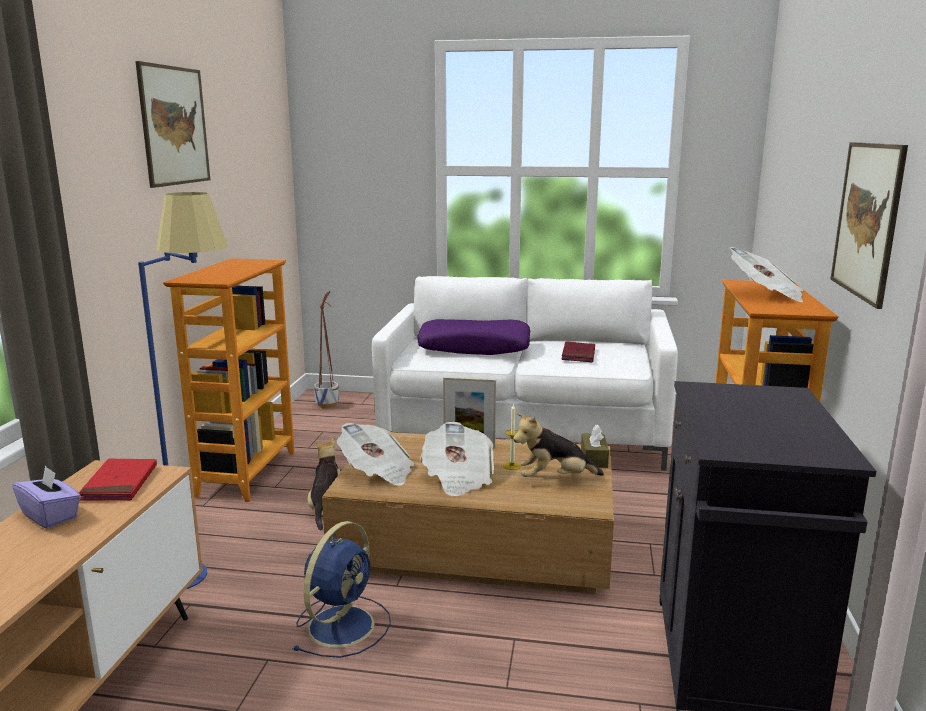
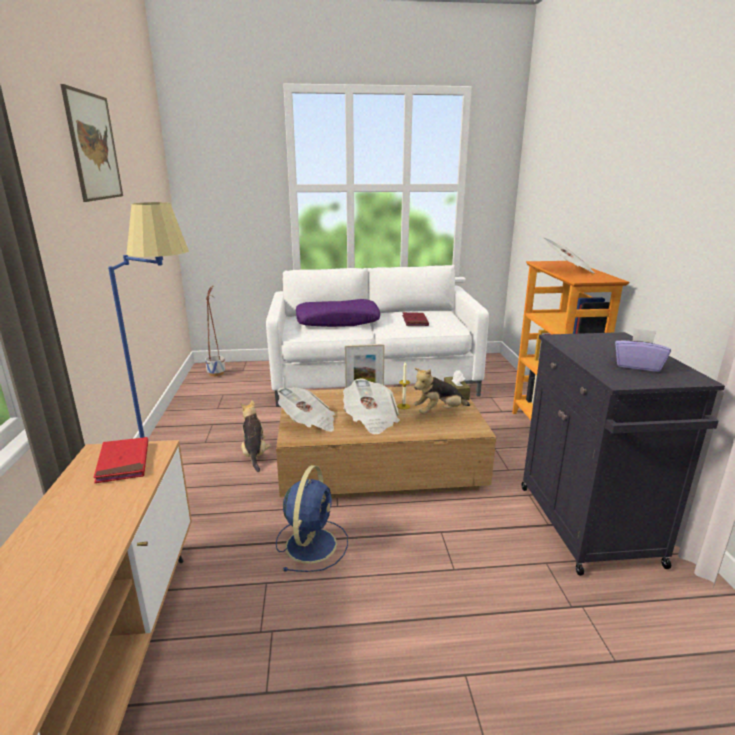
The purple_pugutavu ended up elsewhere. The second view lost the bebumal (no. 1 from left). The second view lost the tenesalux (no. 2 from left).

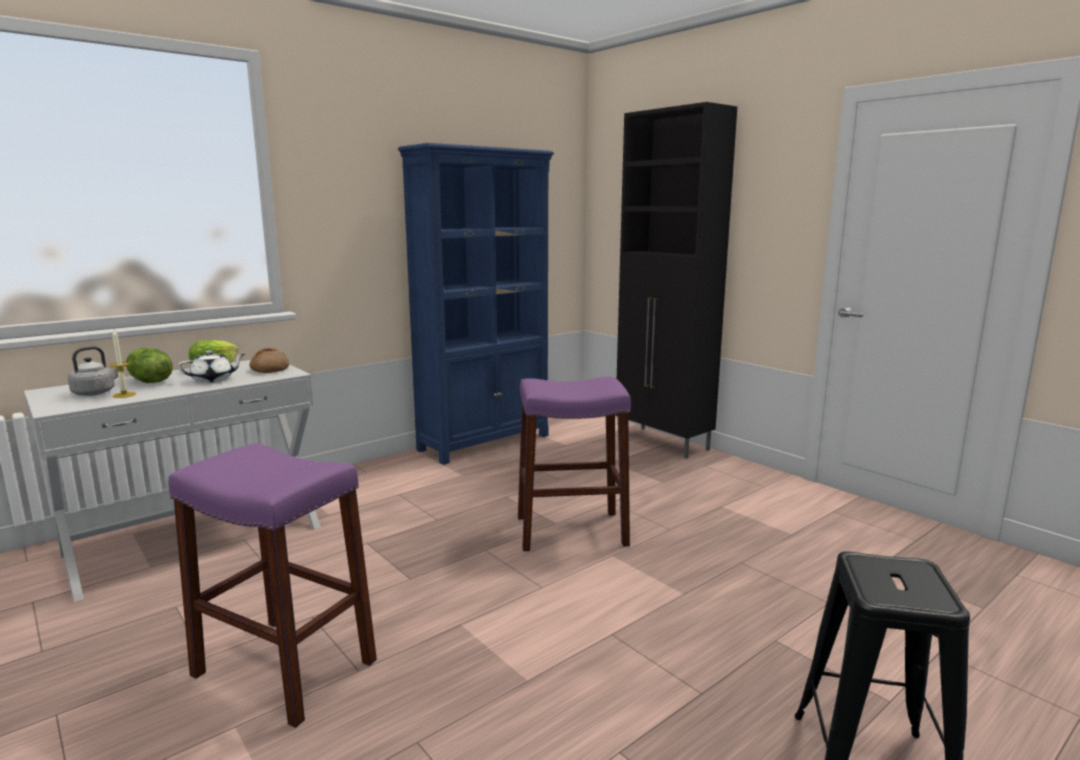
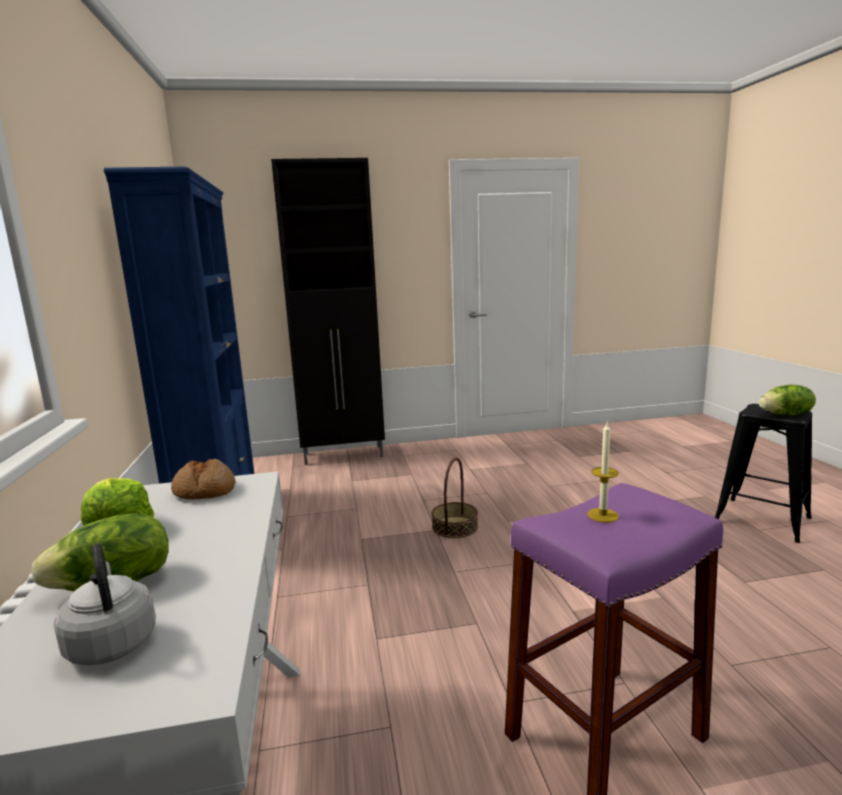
Where the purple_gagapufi (no. 2 from left) stood, the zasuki came to stand. The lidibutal ended up elsewhere. The second view gained the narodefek (no. 3 from left). The second view lost the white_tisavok.

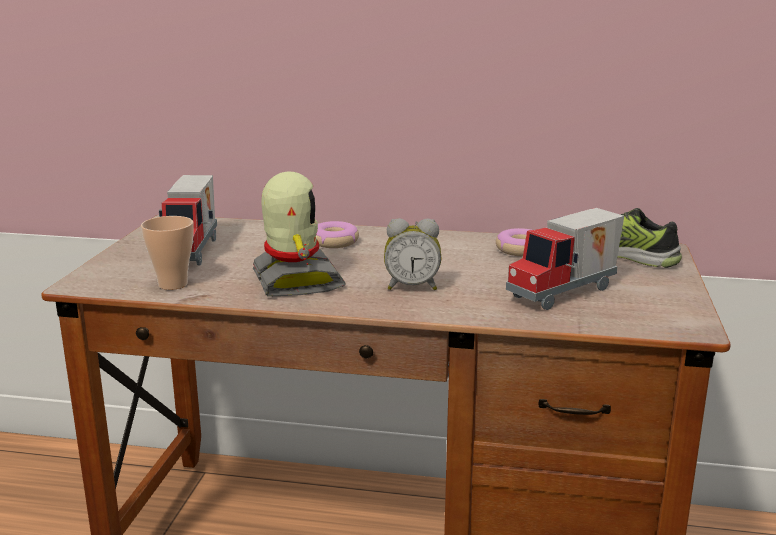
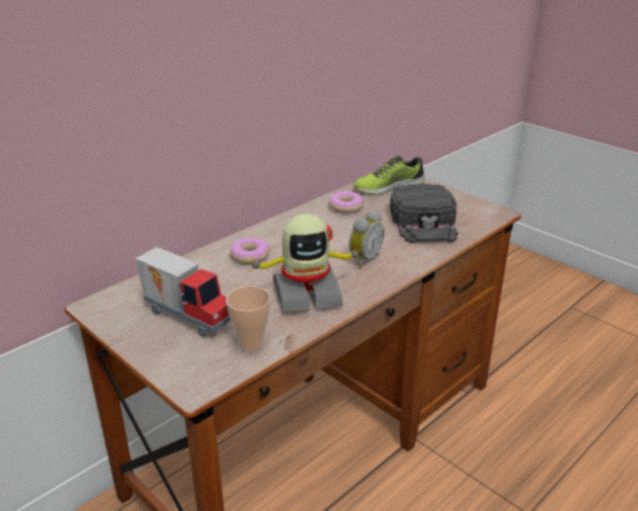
The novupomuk ended up facing another way, 150 degrees clockwise from before. Where the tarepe (no. 2 from left) stood, the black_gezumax came to stand.

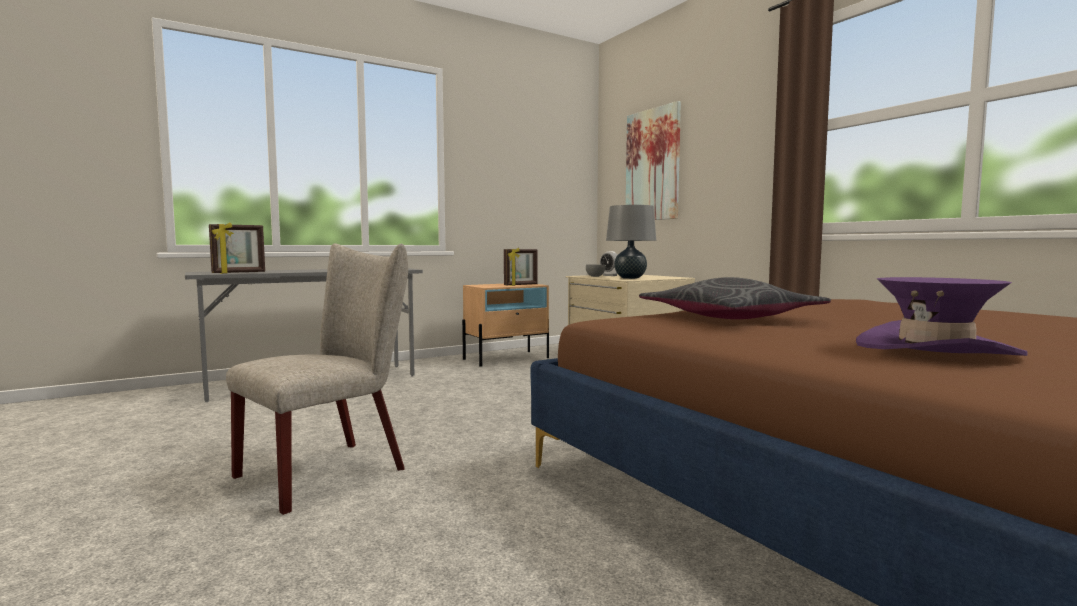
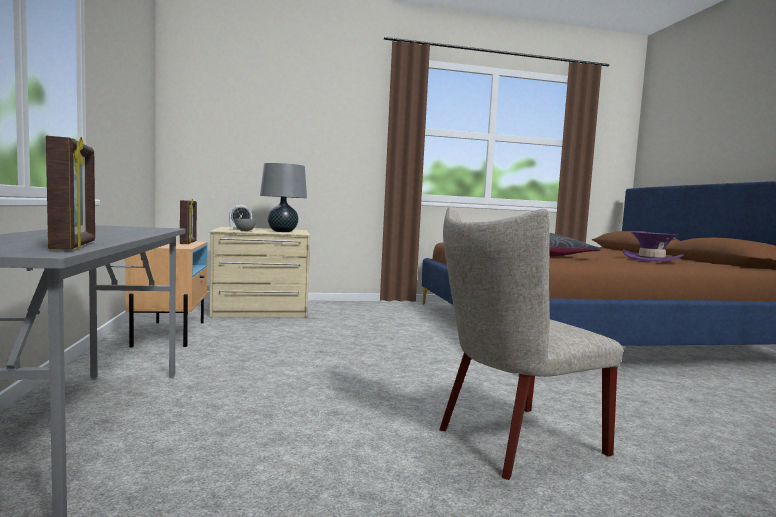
The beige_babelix ended up facing another way, 90 degrees counterclockwise from before. The second view lost the tenesalux.

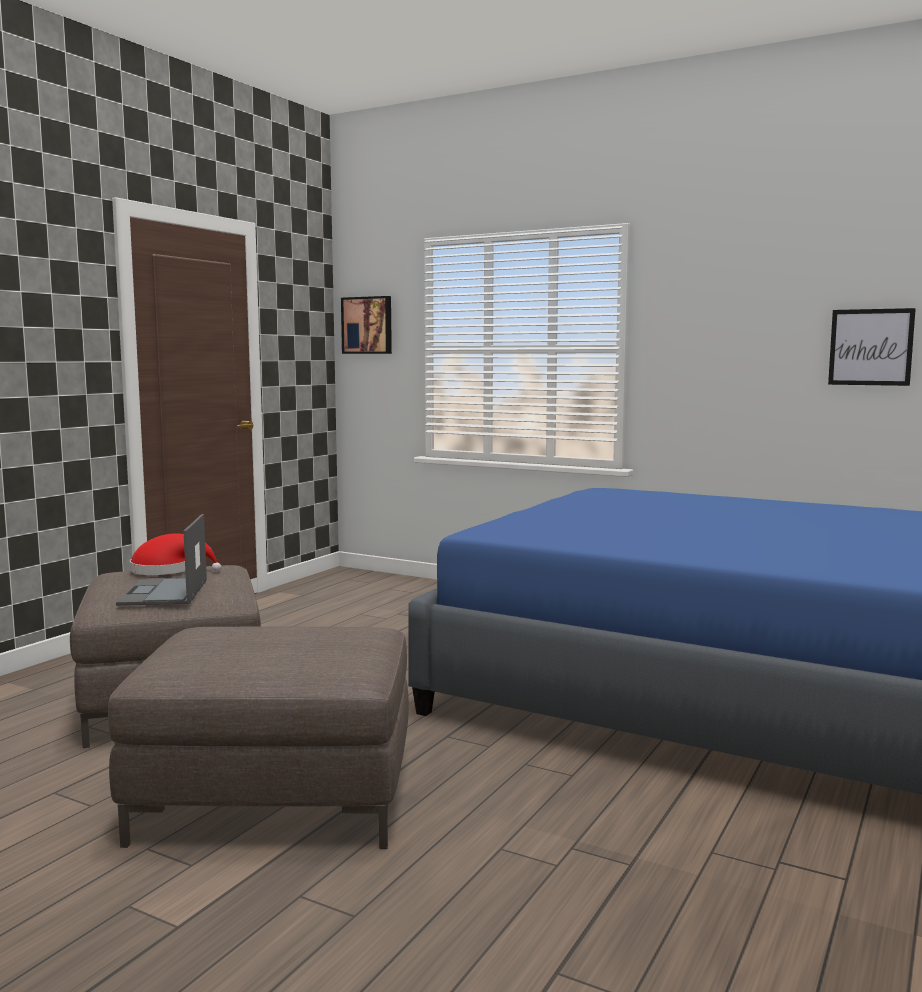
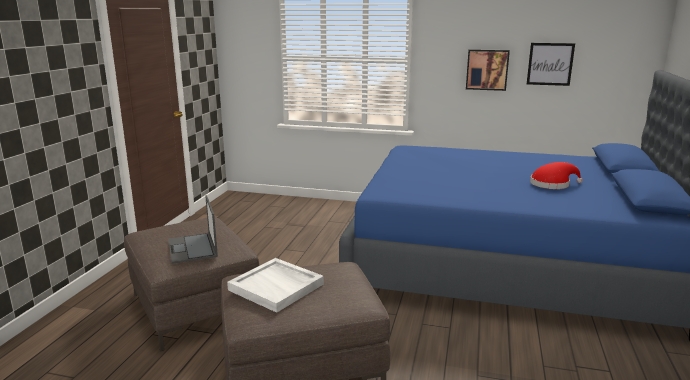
The second view gained the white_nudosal. The tenesalux (no. 1 from left) ended up elsewhere. The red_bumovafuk ended up elsewhere.

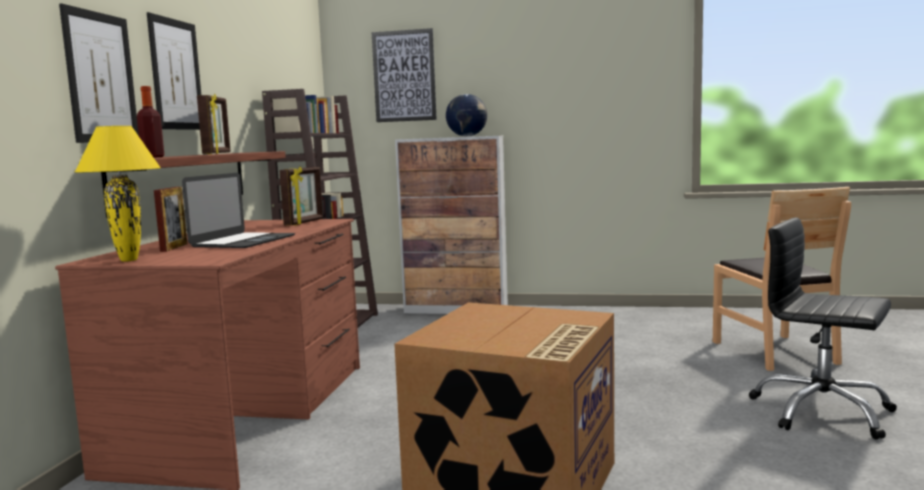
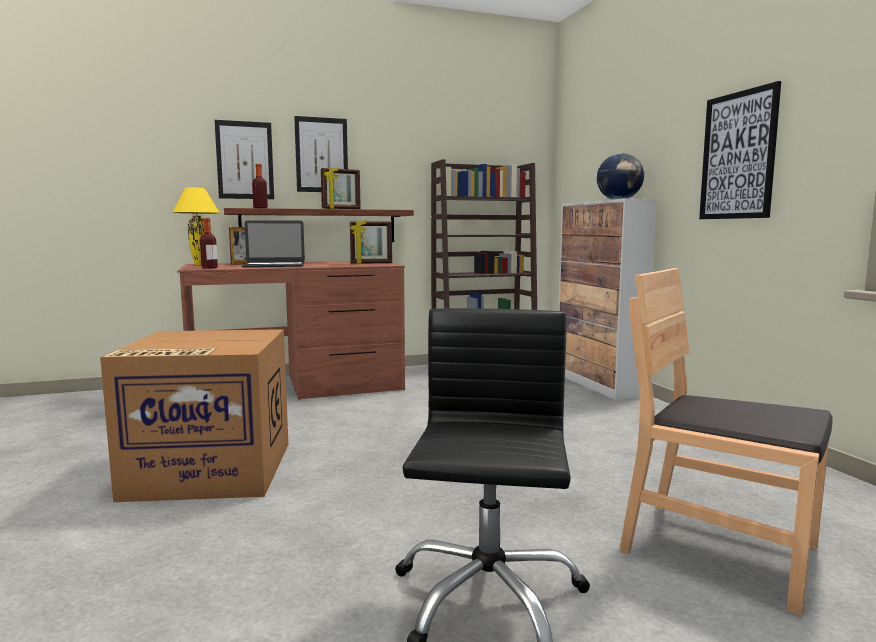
The second view gained the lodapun (no. 1 from left). The brown_babelix ended up facing another way, 75 degrees clockwise from before. The tenesalux (no. 3 from left) ended up elsewhere.

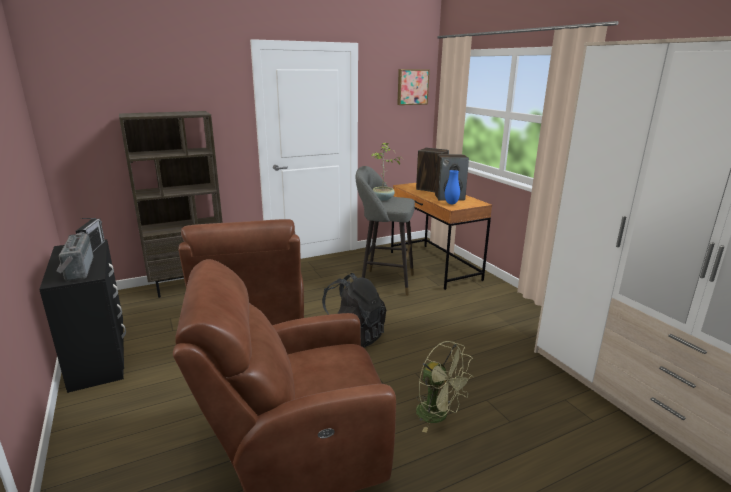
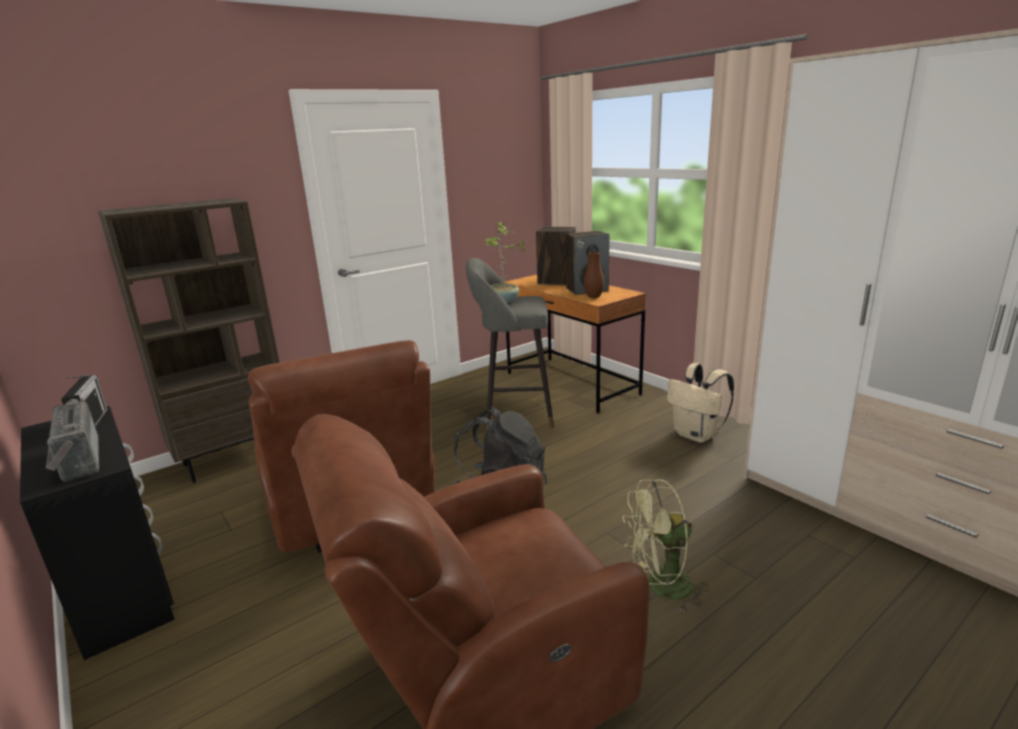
What was the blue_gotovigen turned into the brown_gotovigen. The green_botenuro ended up facing another way, 135 degrees clockwise from before. The second view gained the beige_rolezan. The second view lost the tenesalux.

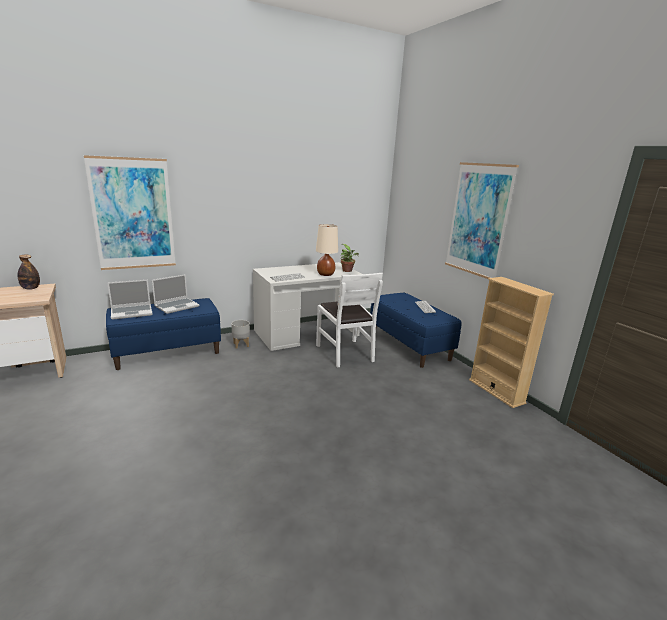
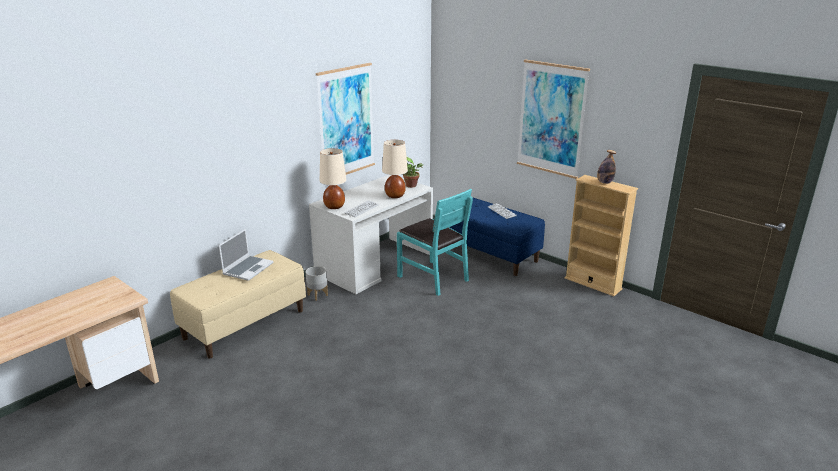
What was the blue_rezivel (no. 1 from left) turned into the beige_rezivel. The tenesalux (no. 1 from left) ended up elsewhere. The second view gained the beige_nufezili (no. 1 from left). What was the white_babelix turned into the turquoise_babelix. The lodapun ended up elsewhere. The second view lost the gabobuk (no. 1 from left).

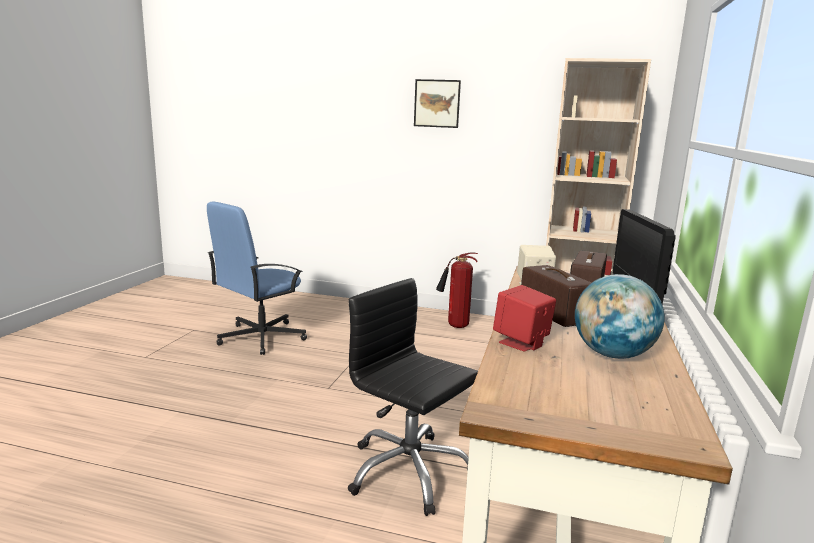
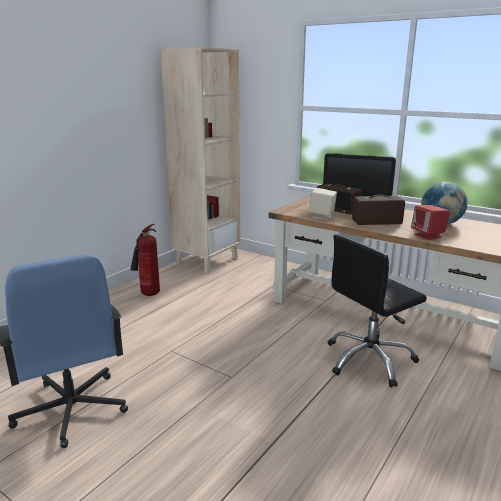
The second view lost the tenesalux.

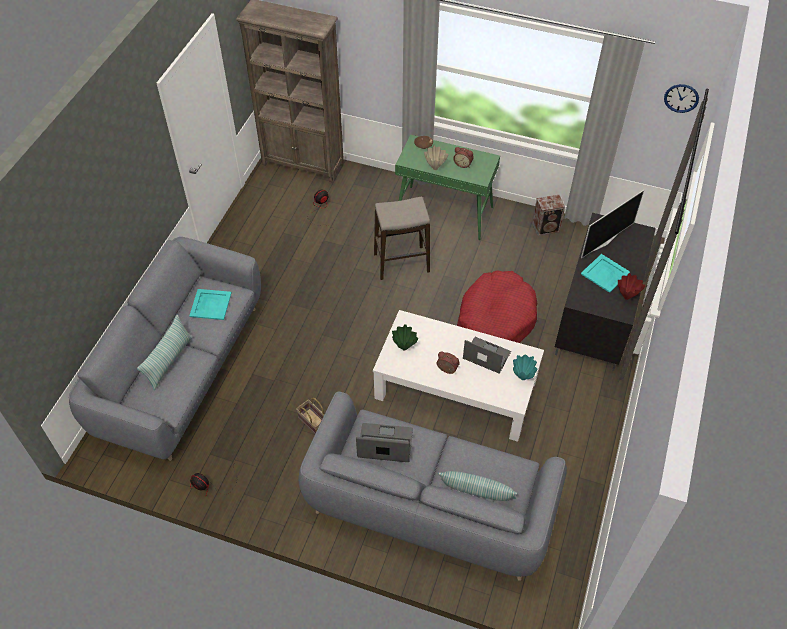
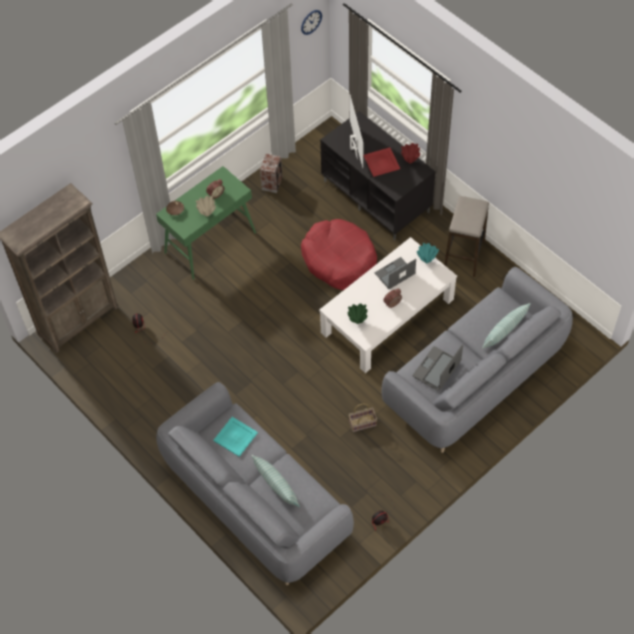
What was the turquoise_nudosal (no. 2 from left) turned into the red_nudosal. The gagapufi ended up elsewhere.

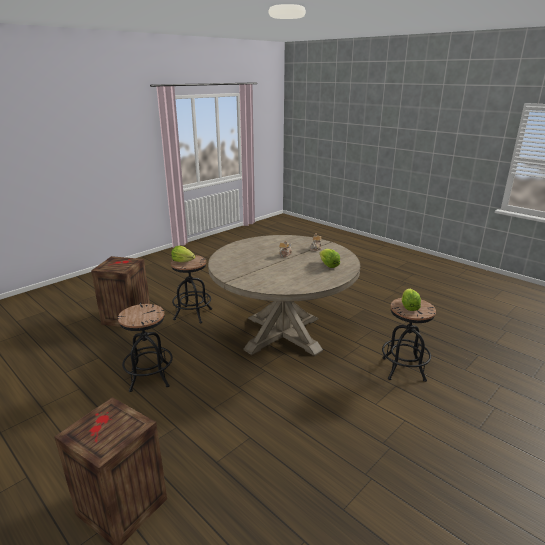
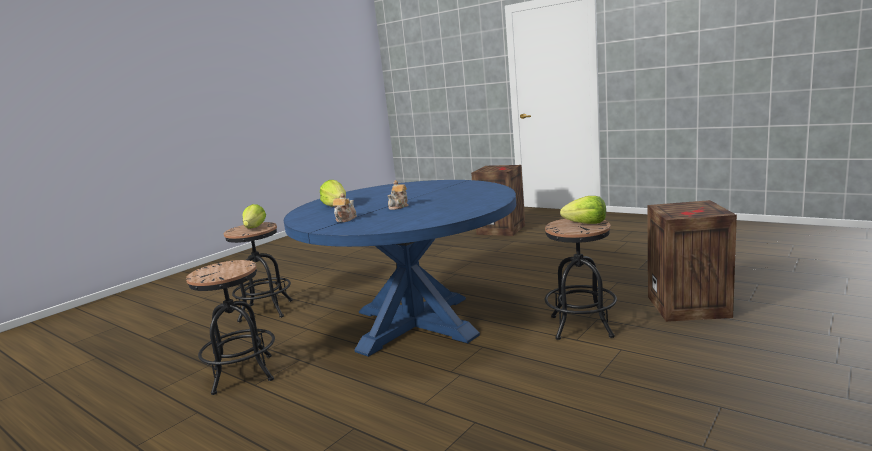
The black_gagapufi (no. 1 from left) ended up elsewhere. What was the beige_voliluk turned into the blue_voliluk.

